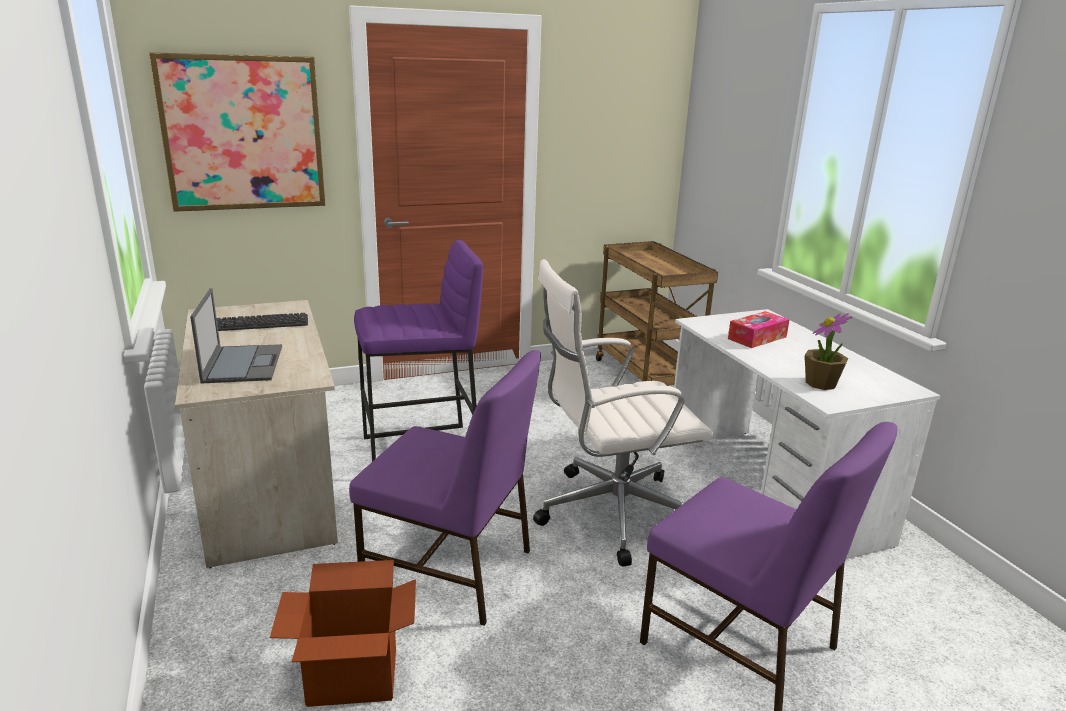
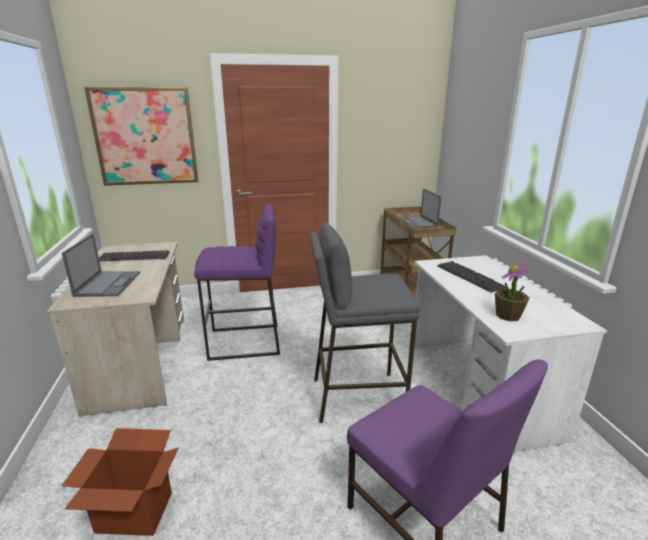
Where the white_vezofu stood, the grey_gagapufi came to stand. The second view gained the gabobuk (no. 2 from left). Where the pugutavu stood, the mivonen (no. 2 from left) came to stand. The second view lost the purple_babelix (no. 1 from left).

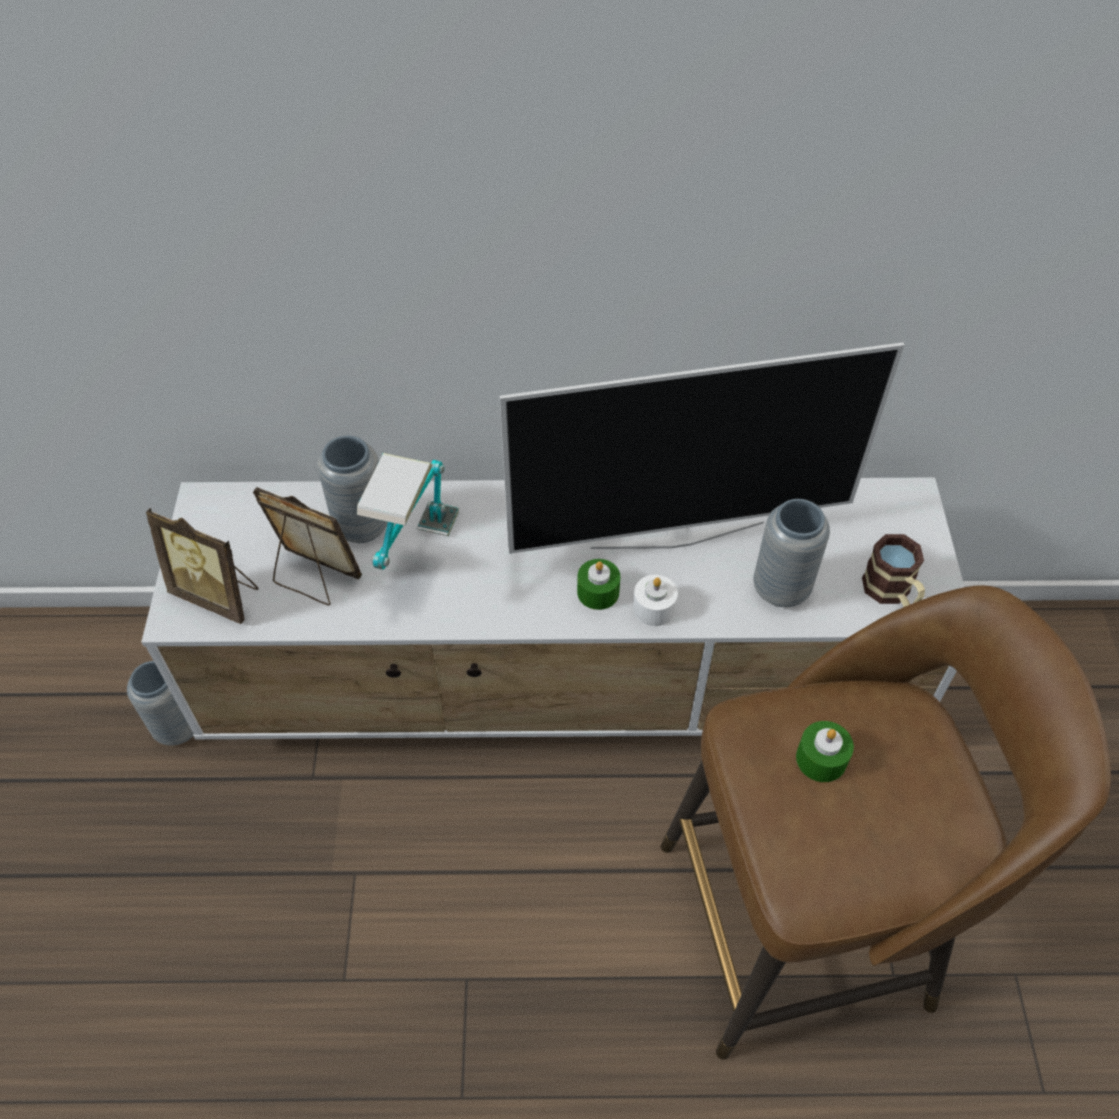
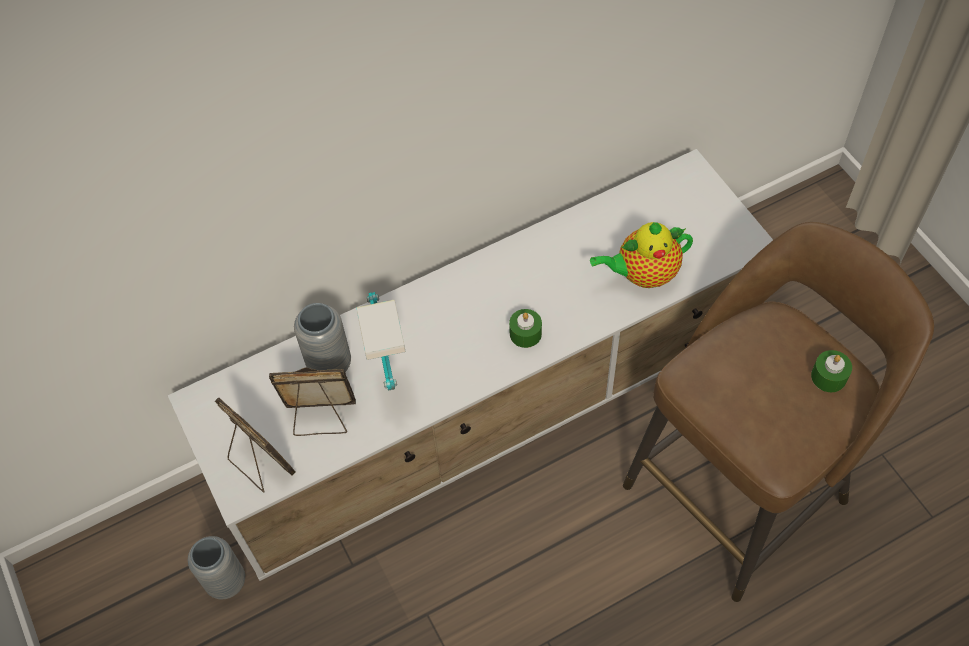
The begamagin (no. 1 from left) ended up facing another way, 135 degrees counterclockwise from before. Where the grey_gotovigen (no. 3 from left) stood, the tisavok came to stand. The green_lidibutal (no. 2 from left) ended up elsewhere. The second view lost the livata. The second view lost the white_lidibutal. The second view lost the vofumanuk.

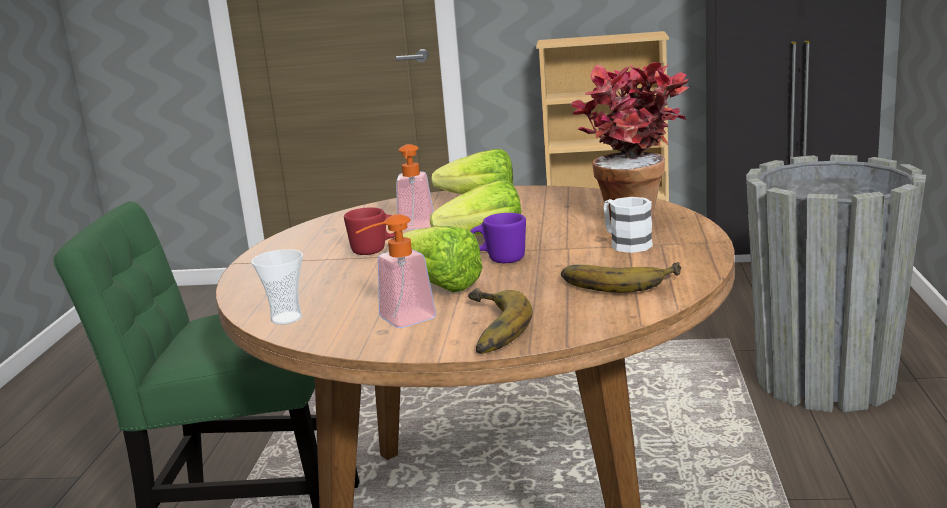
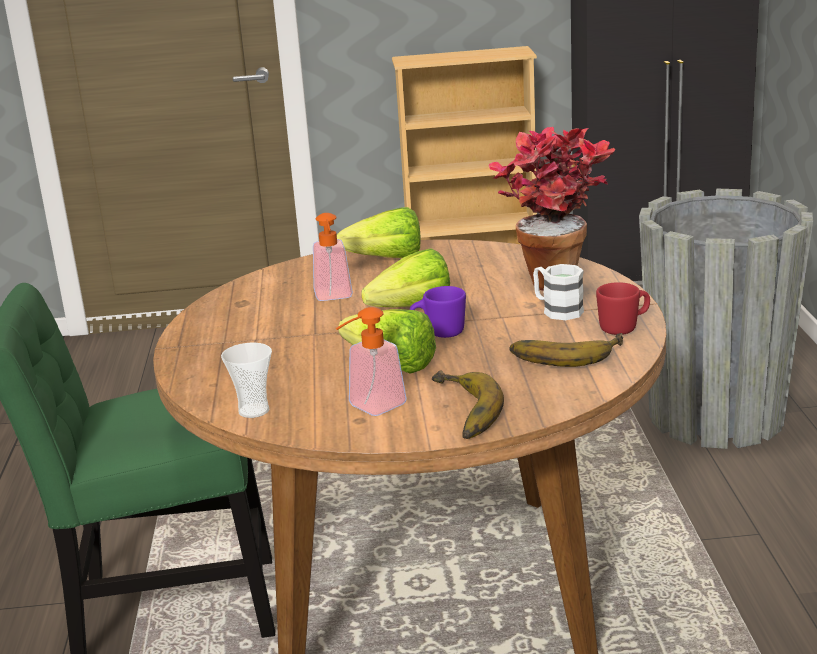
The red_vofumanuk ended up elsewhere.

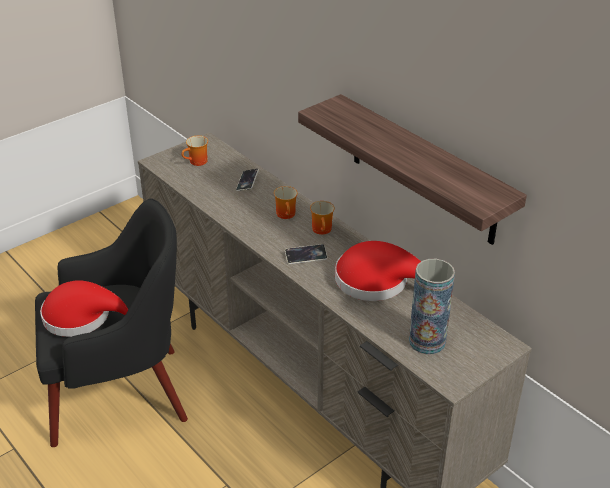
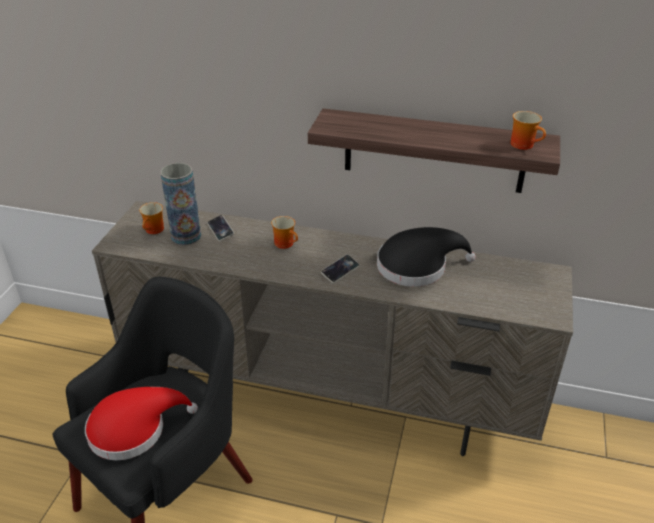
The gotovigen ended up elsewhere. What was the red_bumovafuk (no. 2 from left) turned into the black_bumovafuk. The vofumanuk (no. 3 from left) ended up elsewhere.

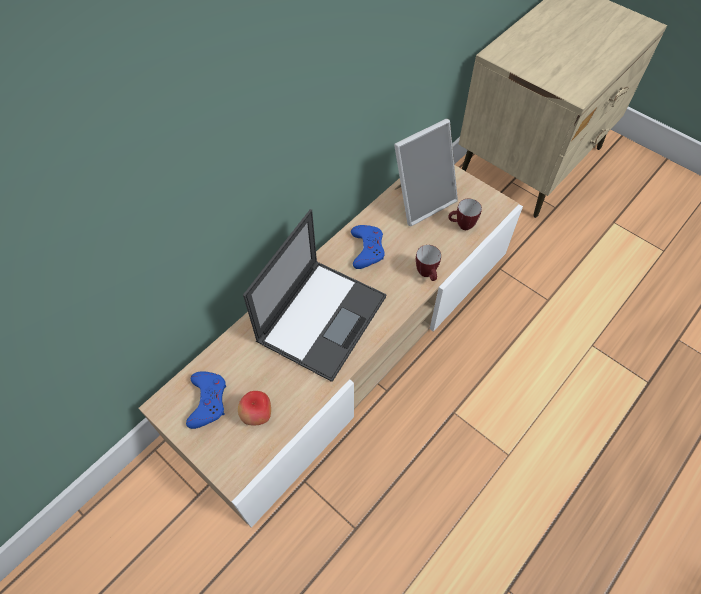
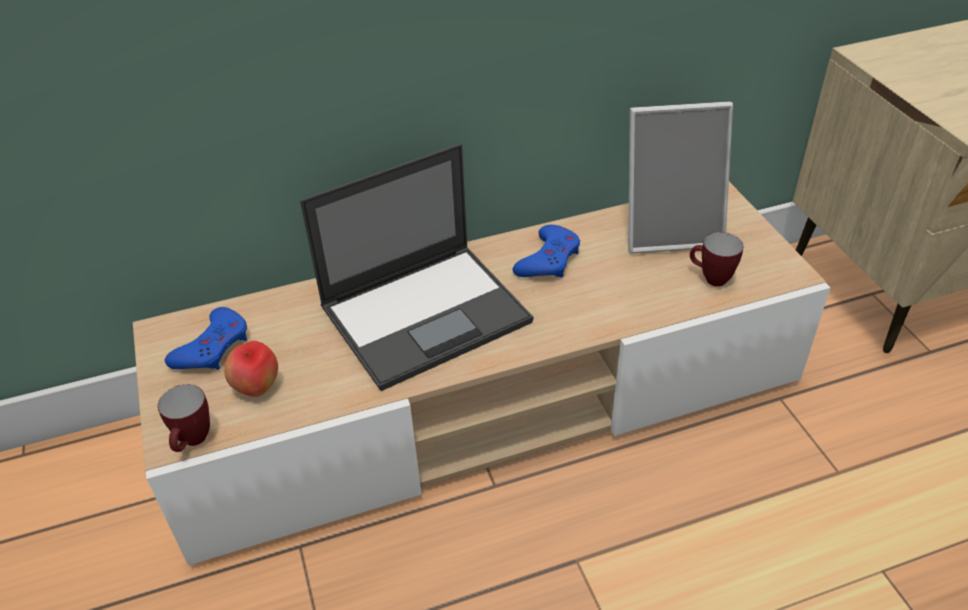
The vofumanuk (no. 1 from left) ended up elsewhere.

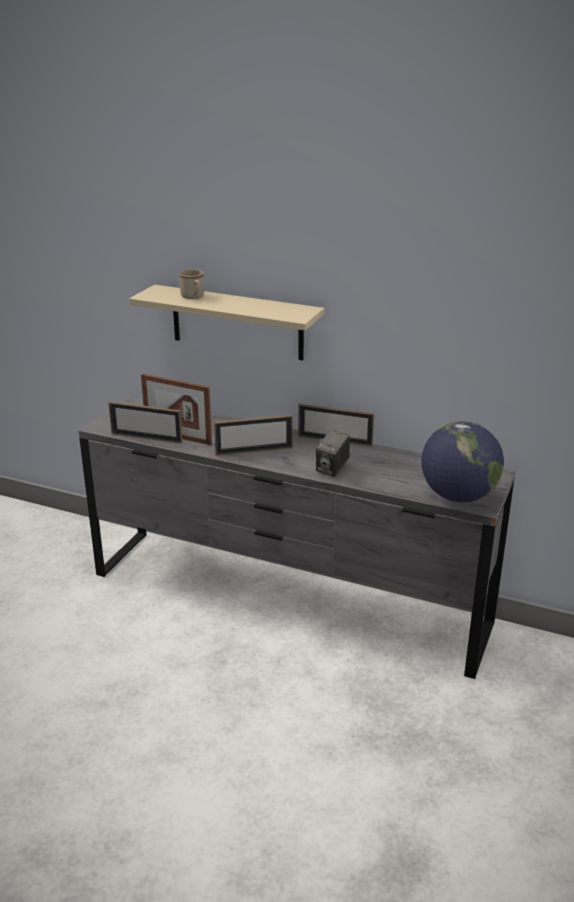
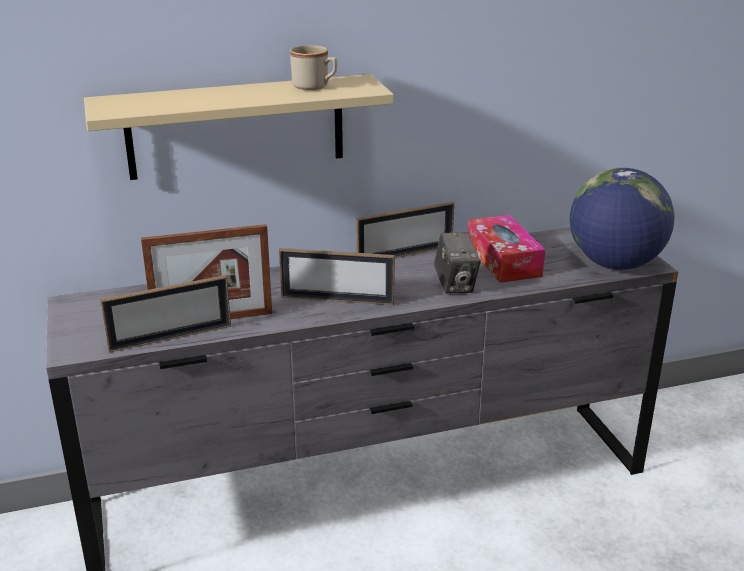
The begamagin (no. 3 from left) ended up facing another way, 60 degrees clockwise from before. The beige_vofumanuk ended up elsewhere. The second view gained the pugutavu.

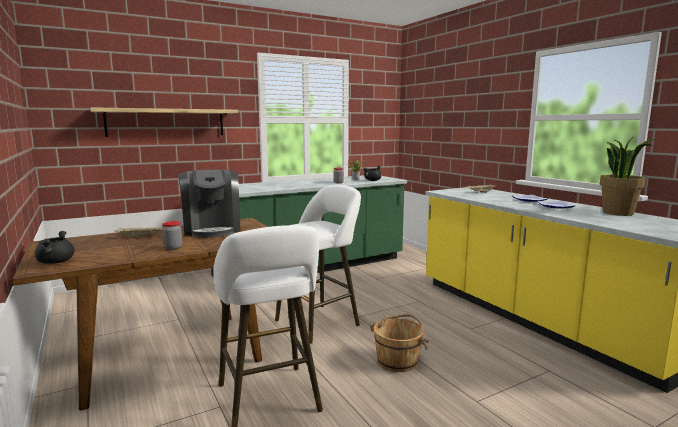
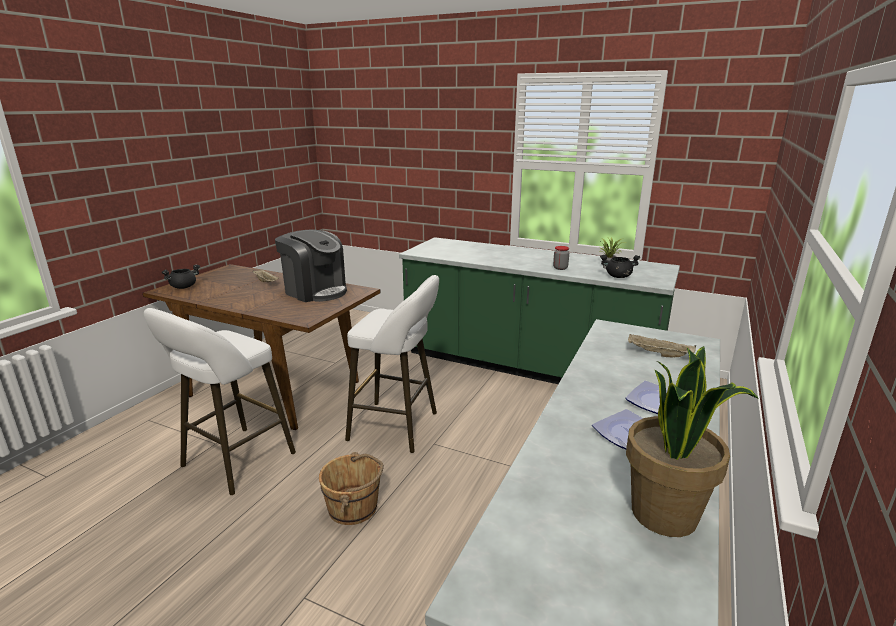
The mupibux ended up facing another way, 90 degrees counterclockwise from before. The second view lost the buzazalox. The second view lost the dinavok (no. 1 from left).

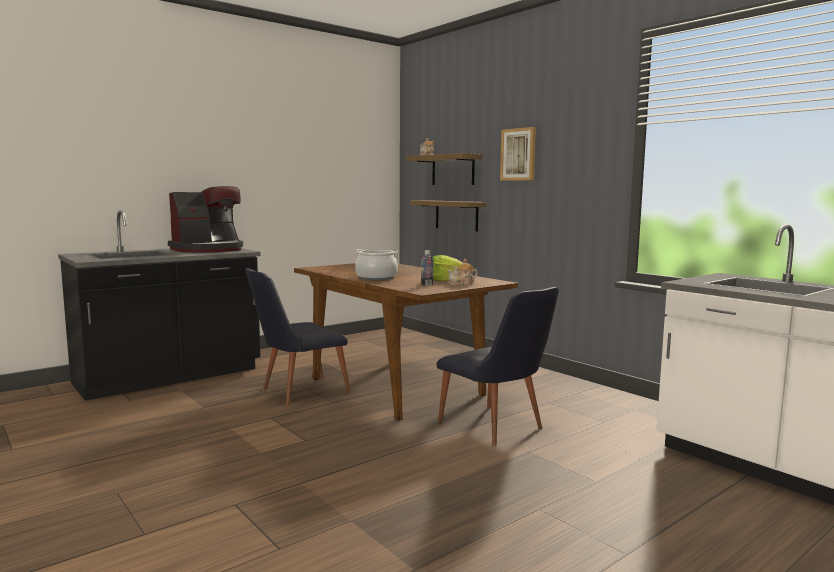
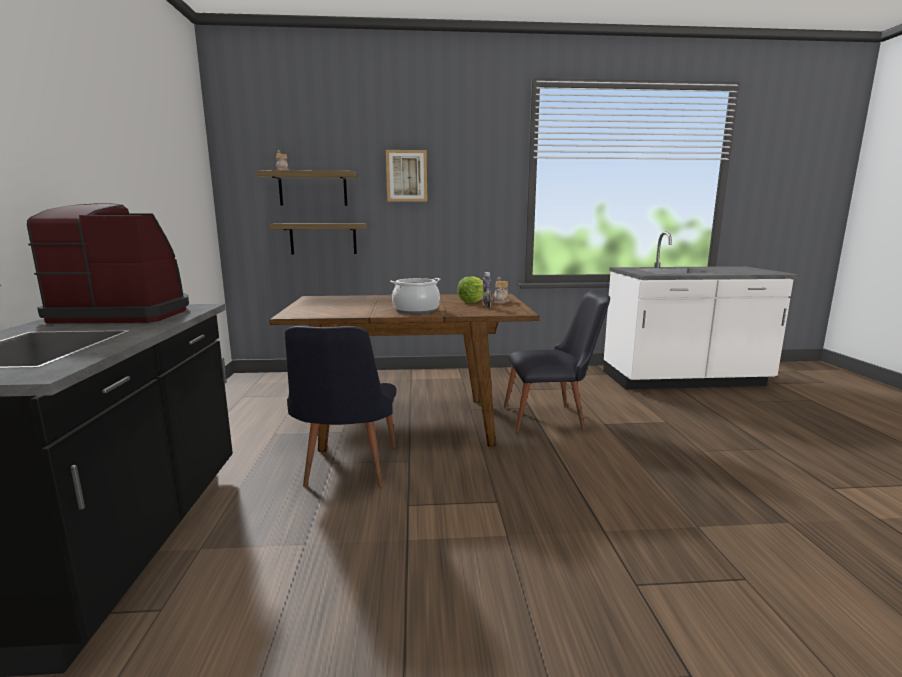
The mupibux ended up facing another way, 90 degrees counterclockwise from before.

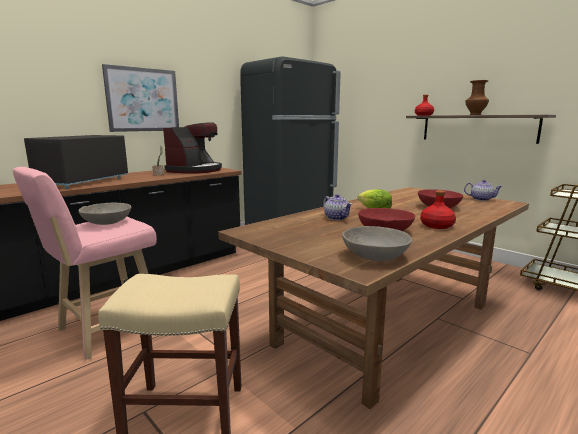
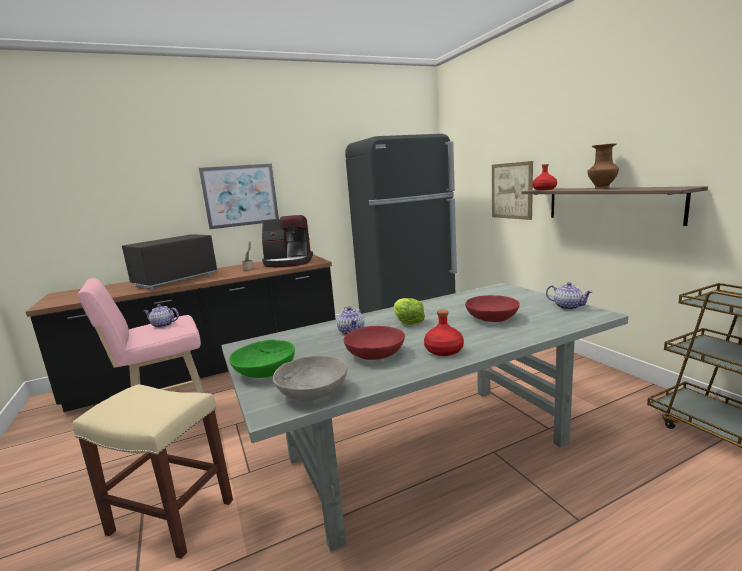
Where the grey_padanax (no. 1 from left) stood, the tisavok (no. 1 from left) came to stand. What was the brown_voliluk turned into the grey_voliluk. The second view gained the green_padanax. The mupibux ended up facing another way, 45 degrees clockwise from before. The second view gained the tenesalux (no. 2 from left).

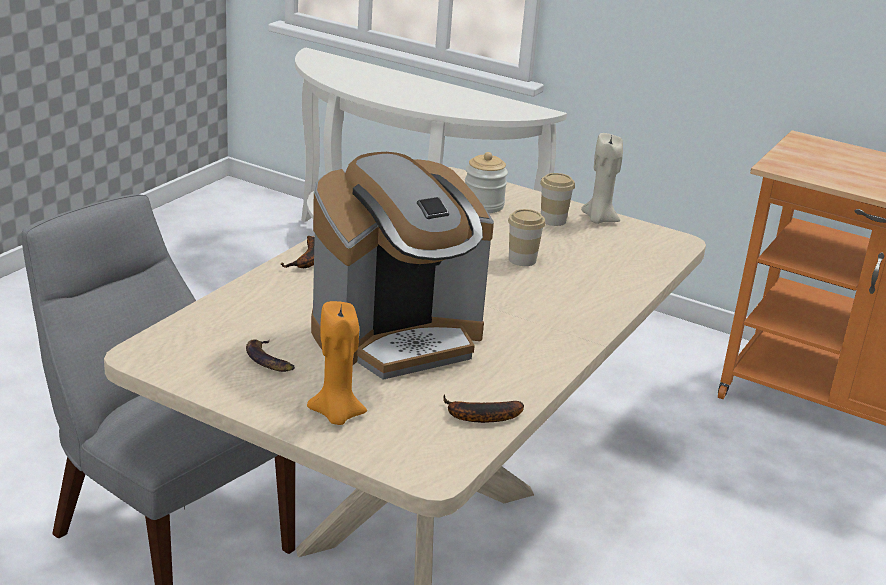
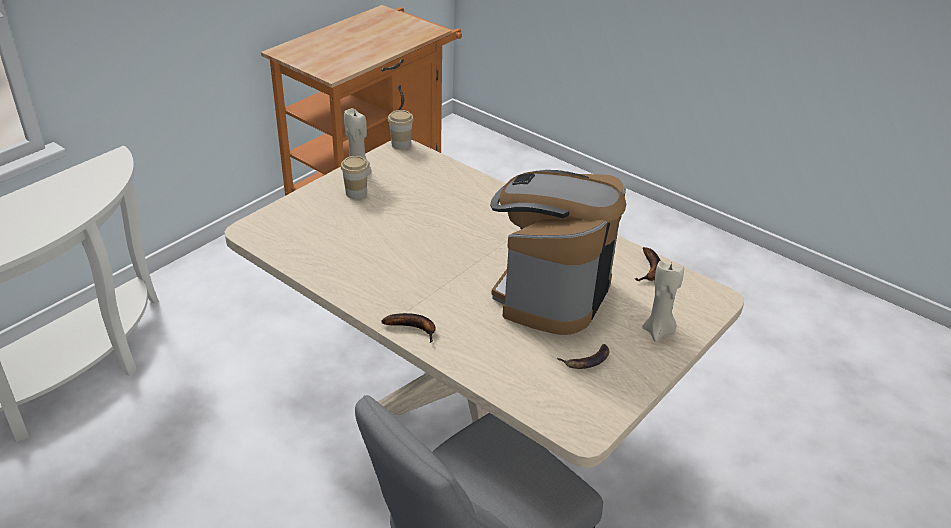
The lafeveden (no. 1 from left in the first image) ended up elsewhere. The mupibux ended up facing another way, 135 degrees counterclockwise from before. What was the orange_lidibutal turned into the beige_lidibutal (no. 2 from left). The second view lost the dinavok.

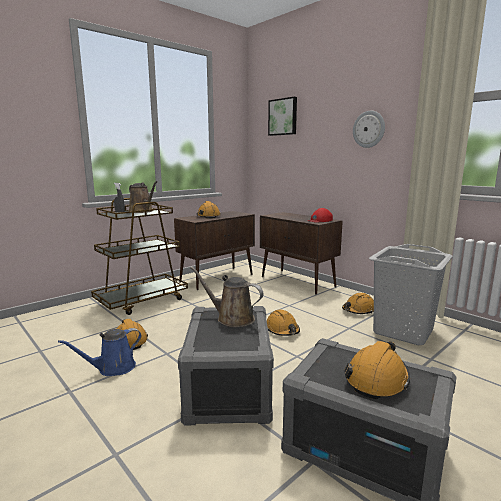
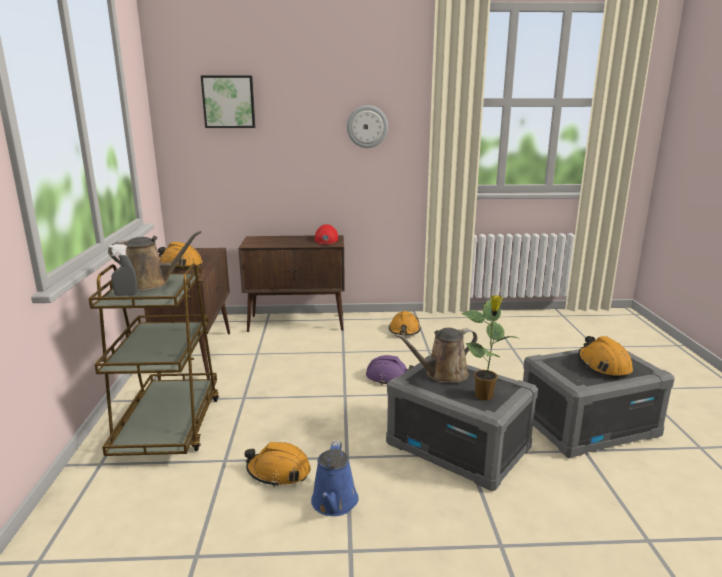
What was the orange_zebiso (no. 3 from left) turned into the purple_zebiso. The second view gained the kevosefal. The second view lost the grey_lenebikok.

